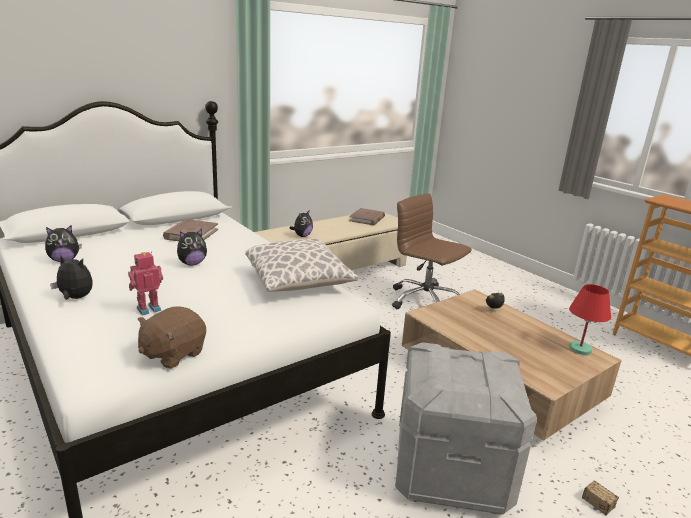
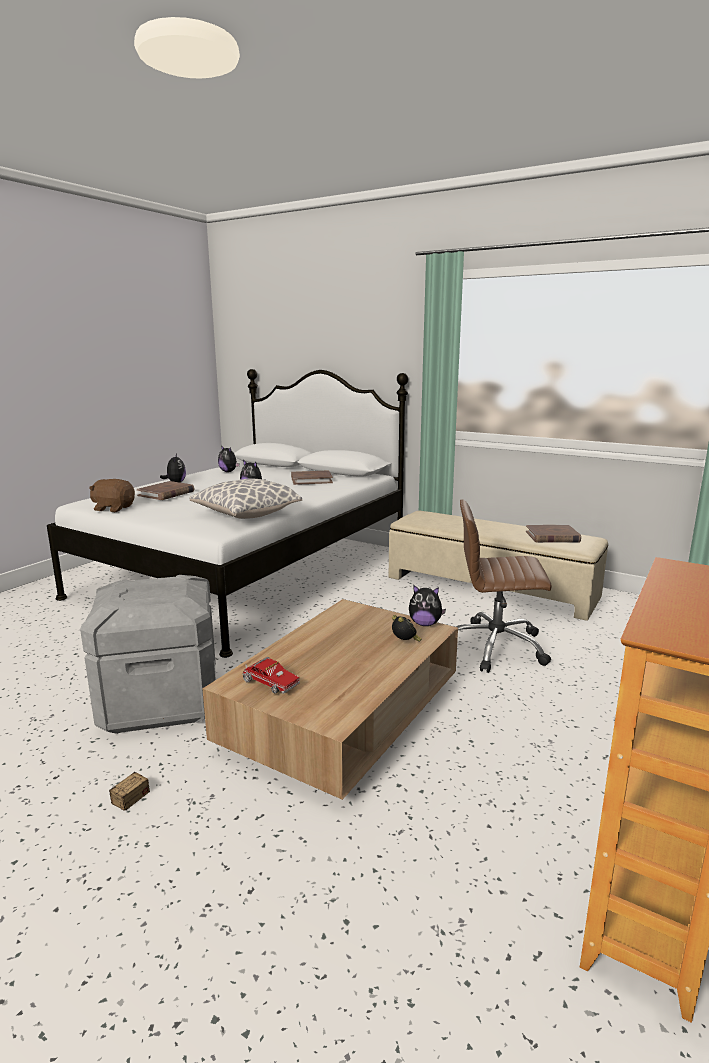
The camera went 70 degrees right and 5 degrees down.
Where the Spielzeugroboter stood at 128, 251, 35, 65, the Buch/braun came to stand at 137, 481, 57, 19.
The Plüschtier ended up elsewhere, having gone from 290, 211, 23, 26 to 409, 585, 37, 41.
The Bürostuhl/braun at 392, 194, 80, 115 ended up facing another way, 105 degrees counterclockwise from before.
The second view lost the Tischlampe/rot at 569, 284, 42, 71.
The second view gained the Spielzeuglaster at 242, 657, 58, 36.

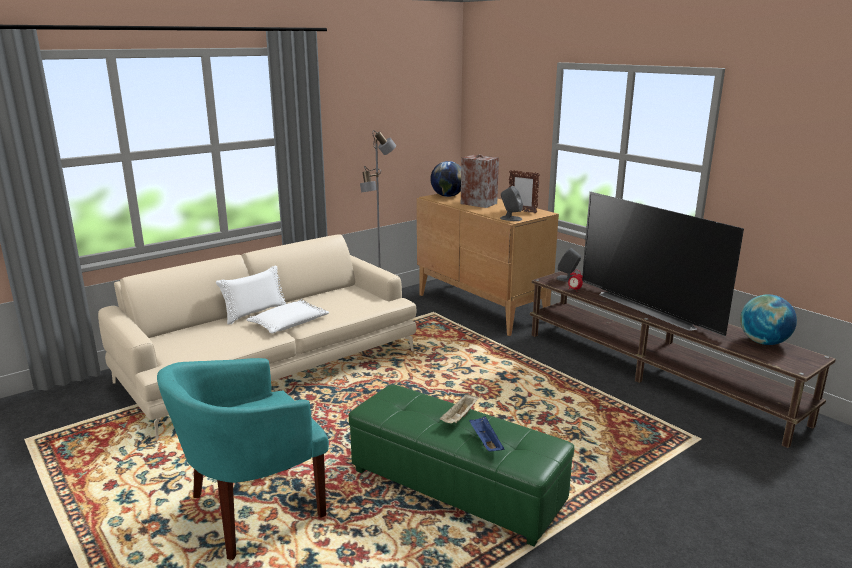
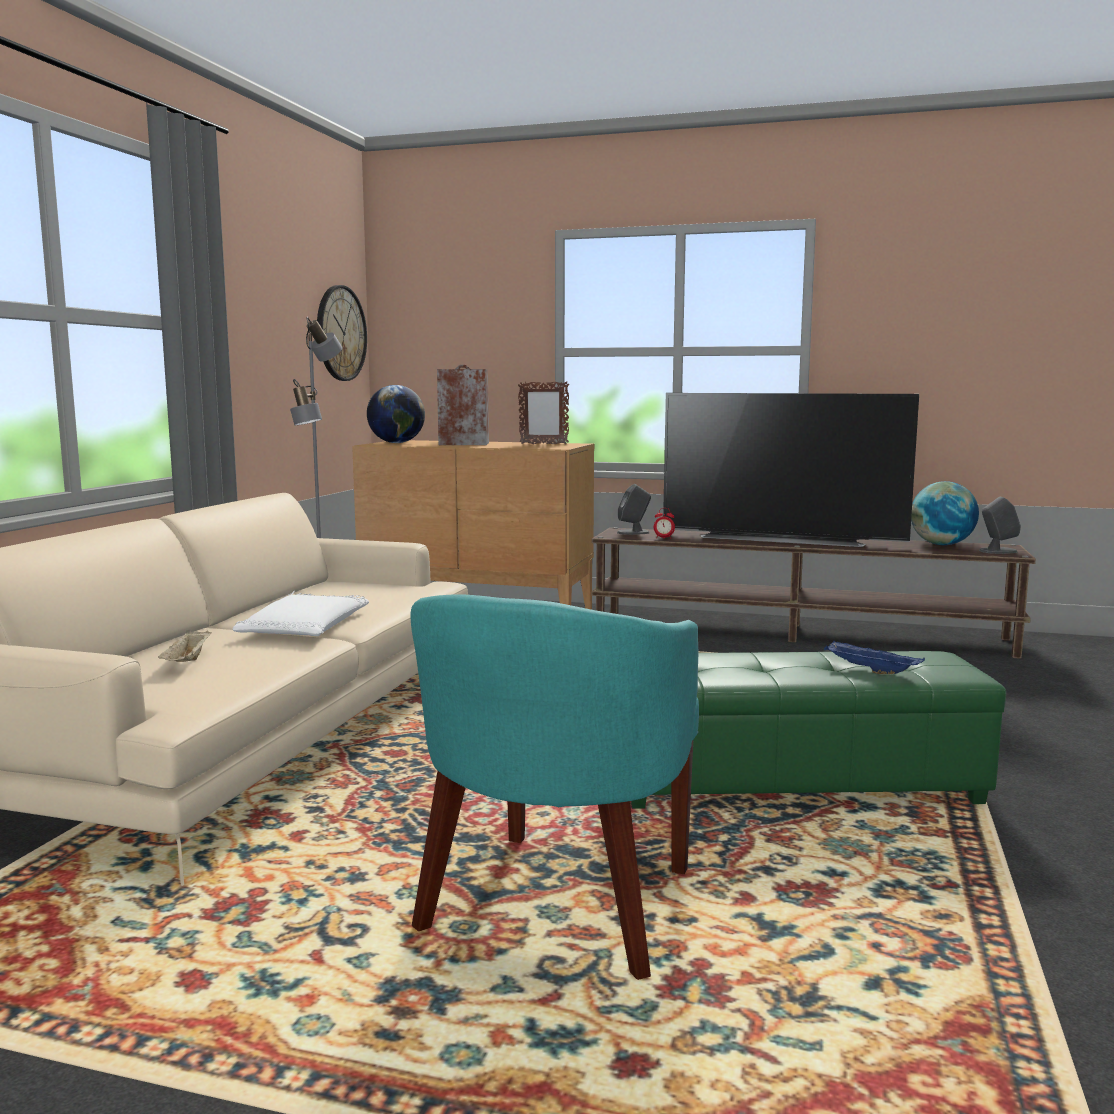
The camera went 35 degrees left and 10 degrees down.
The second view lost the Kissen/weiß at 216, 266, 70, 59.
The Tablett/beige ended up elsewhere, having gone from 440, 393, 38, 30 to 158, 630, 53, 32.
The Lautsprecher/grau ended up elsewhere, having gone from 500, 186, 23, 35 to 979, 497, 42, 57.
The second view gained the Wanduhr at 317, 285, 50, 96.

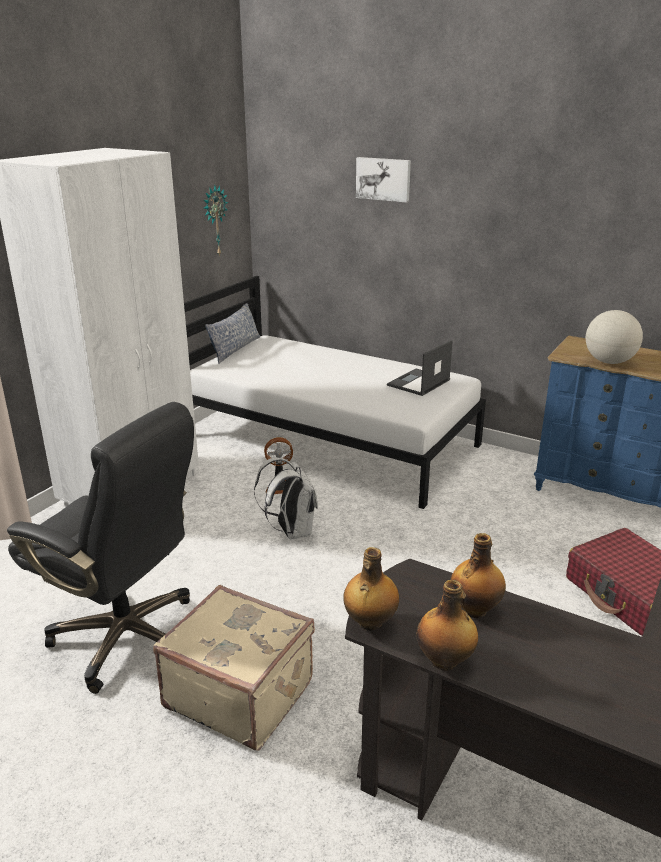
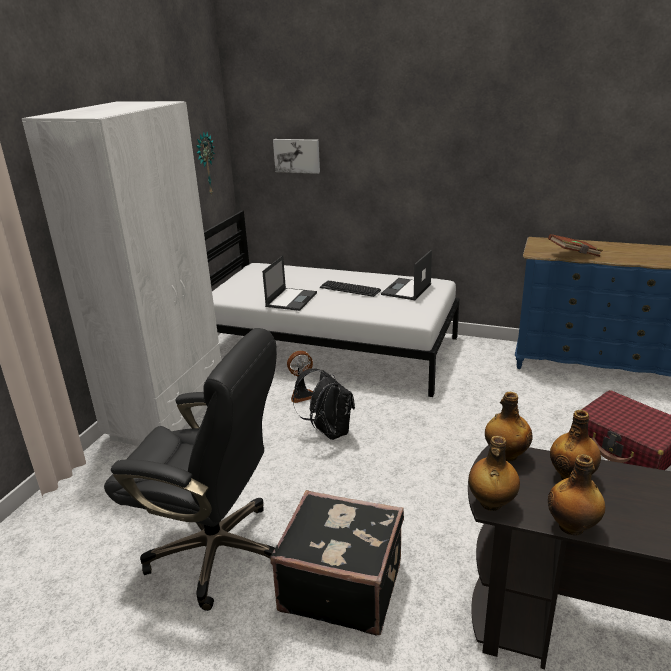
The camera went 10 degrees left and 0 degrees up.
What was the Koffer/beige at 153, 585, 162, 166 turned into the Koffer/schwarz at 270, 490, 134, 145.
The second view lost the Kissen at 205, 303, 56, 61.
What was the Rucksack/weiß at 254, 457, 64, 83 turned into the Rucksack/schwarz at 293, 369, 62, 71.
The Bild ended up elsewhere, having gone from 356, 157, 55, 46 to 273, 139, 47, 35.
Where the Globus stood at 586, 310, 57, 54, the Buch/braun came to stand at 548, 234, 55, 23.
The second view gained the Laptop at 262, 256, 55, 55.
The second view gained the Tastatur at 320, 280, 61, 17.
The second view gained the Flasche at 485, 392, 48, 70.

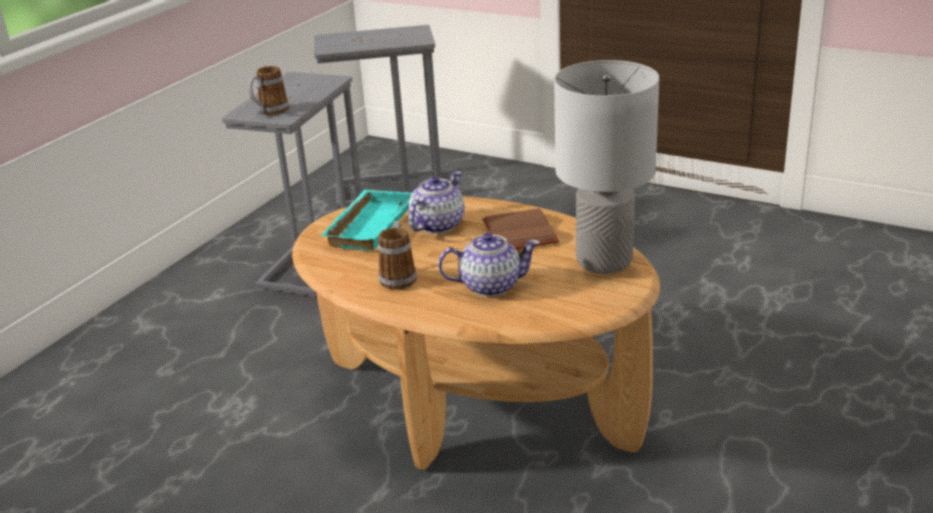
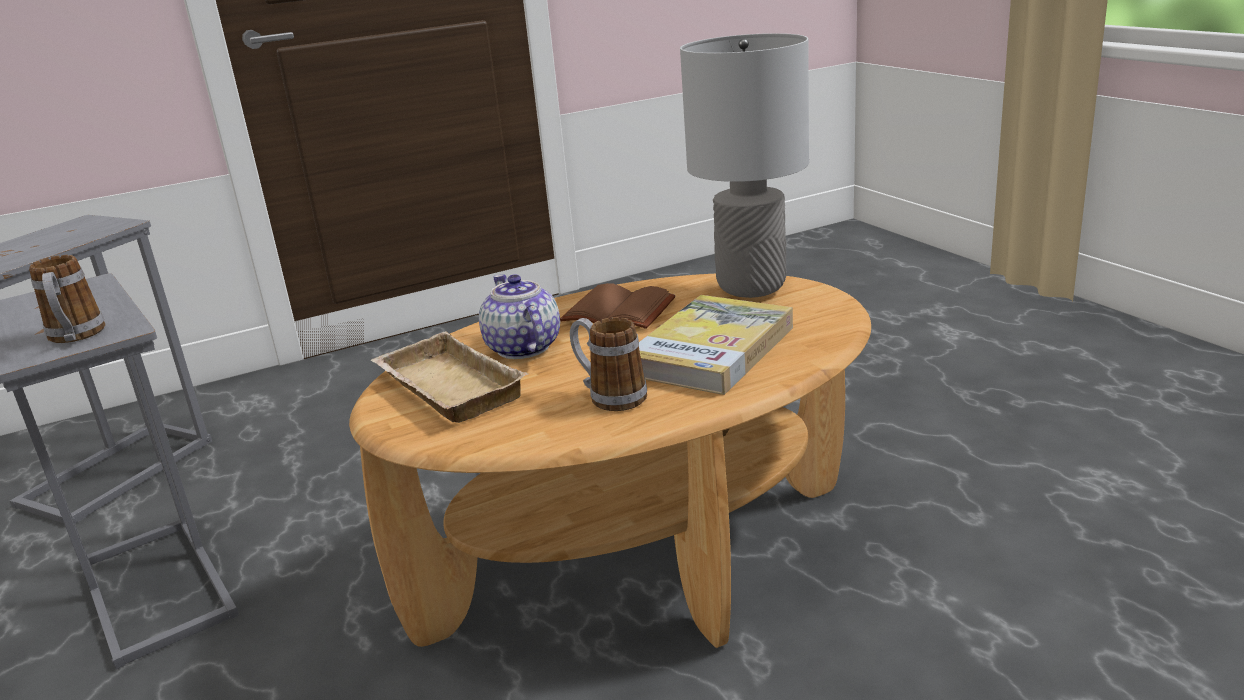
The camera went 55 degrees left and 5 degrees down.
What was the Tablett/türkis at 320, 190, 92, 61 turned into the Tablett/beige at 371, 331, 157, 92.
Where the Teekanne stood at 438, 232, 102, 65, the Buch came to stand at 639, 295, 154, 100.

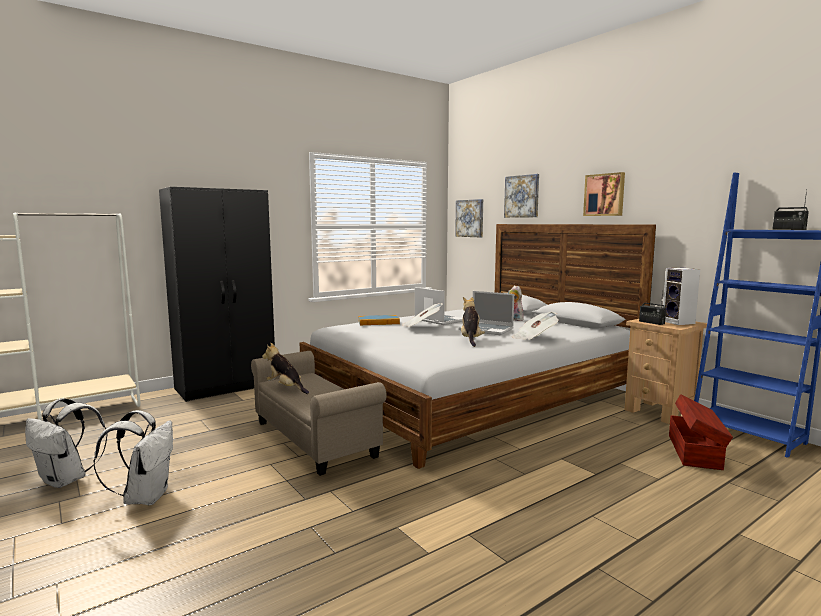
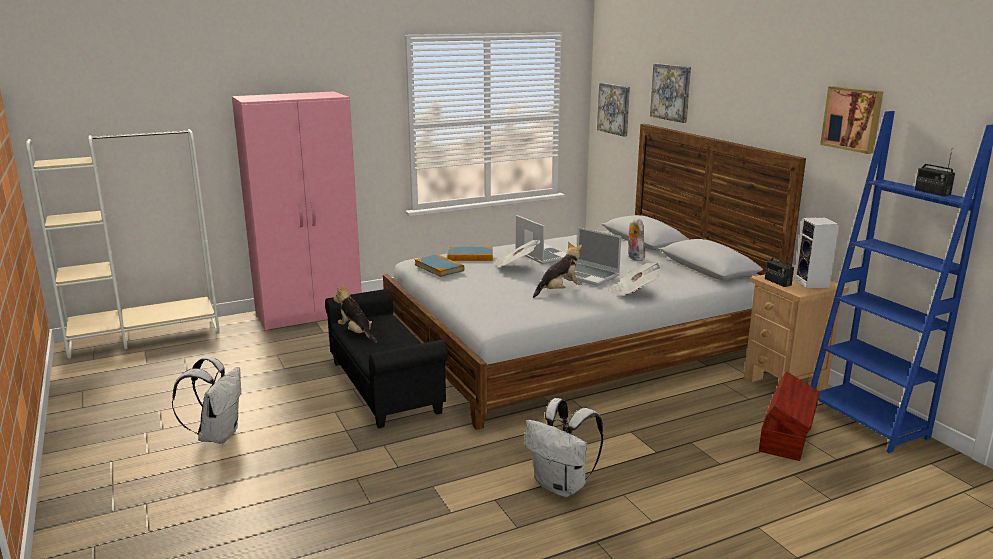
The camera went 10 degrees right and 10 degrees up.
The Rucksack/weiß ended up elsewhere, having gone from 25, 398, 83, 90 to 525, 398, 79, 99.
What was the Kleiderschrank/schwarz at 159, 187, 116, 215 turned into the Kleiderschrank/rosa at 232, 91, 130, 239.
What was the Polsterhocker/beige at 251, 351, 136, 125 turned into the Polsterhocker/schwarz at 325, 289, 123, 139.
The Plüschtier at 461, 297, 24, 50 ended up facing another way, 45 degrees clockwise from before.
The Bild ended up elsewhere, having gone from 583, 172, 42, 44 to 820, 86, 63, 68.
The second view gained the Buch at 414, 254, 51, 23.

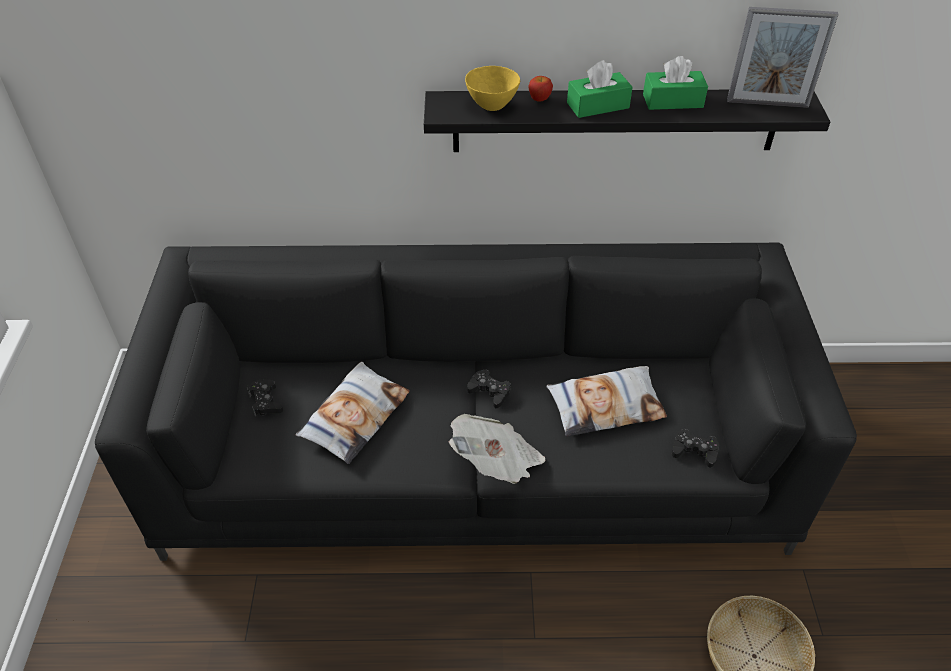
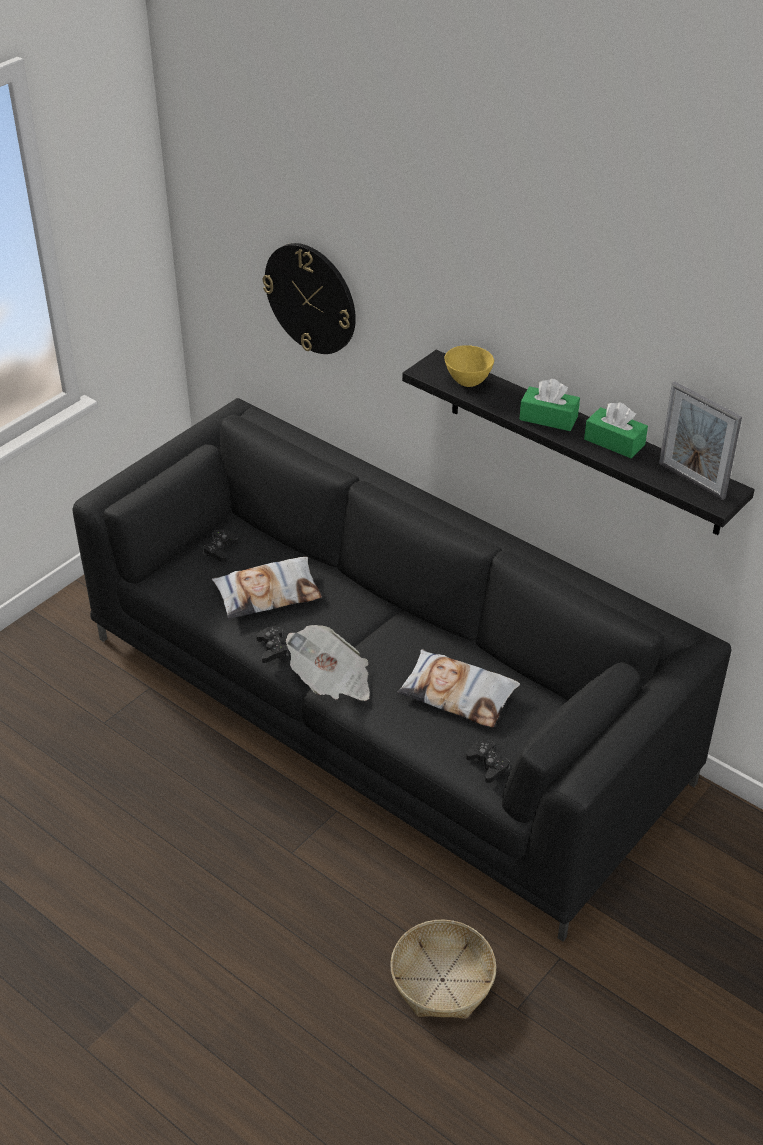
The camera went 40 degrees right and 5 degrees down.
The Gamepad/schwarz ended up elsewhere, having gone from 467, 369, 44, 39 to 256, 626, 33, 37.
The second view lost the Apfel at 529, 76, 24, 26.
The second view gained the Wanduhr at 263, 243, 93, 111.

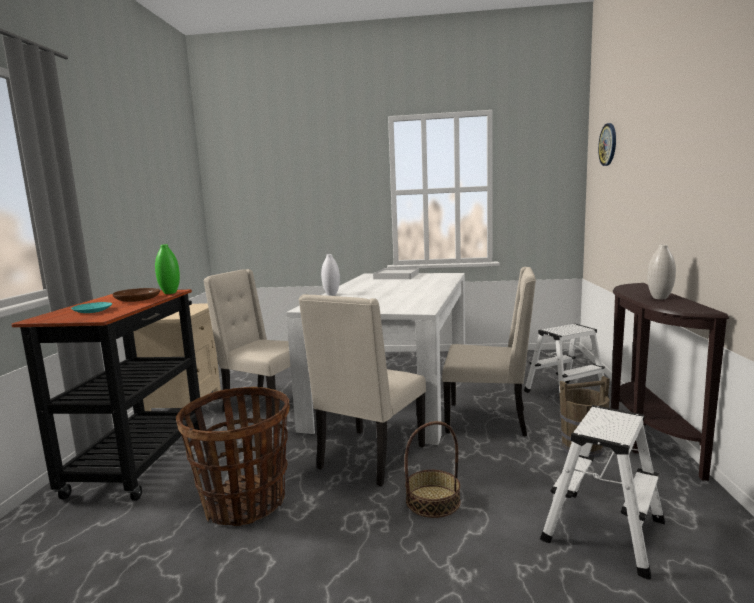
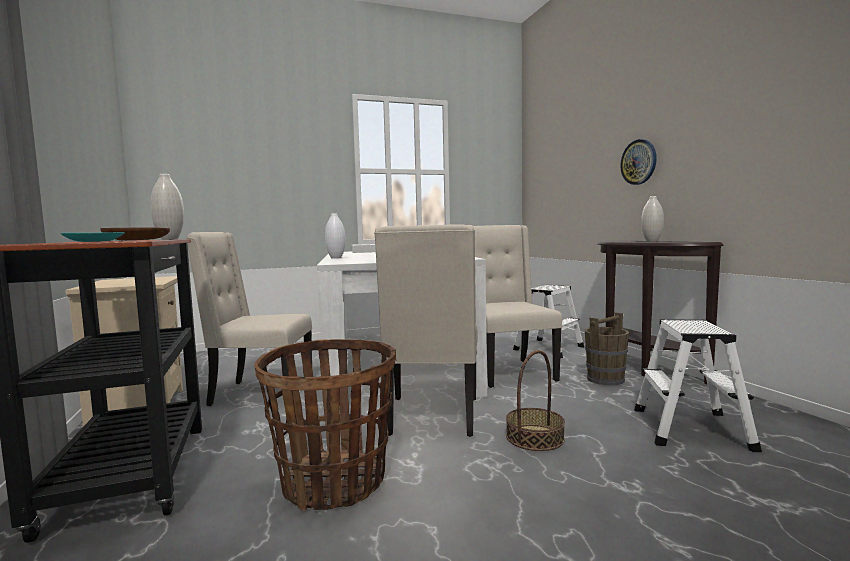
The camera went 25 degrees left and 5 degrees down.
What was the Vase/grün at 155, 244, 25, 50 turned into the Vase/weiß at 150, 174, 34, 65.
The Stuhl/beige at 442, 267, 94, 169 ended up facing another way, 90 degrees counterclockwise from before.
The Wanduhr ended up elsewhere, having gone from 598, 123, 18, 43 to 620, 139, 37, 46.

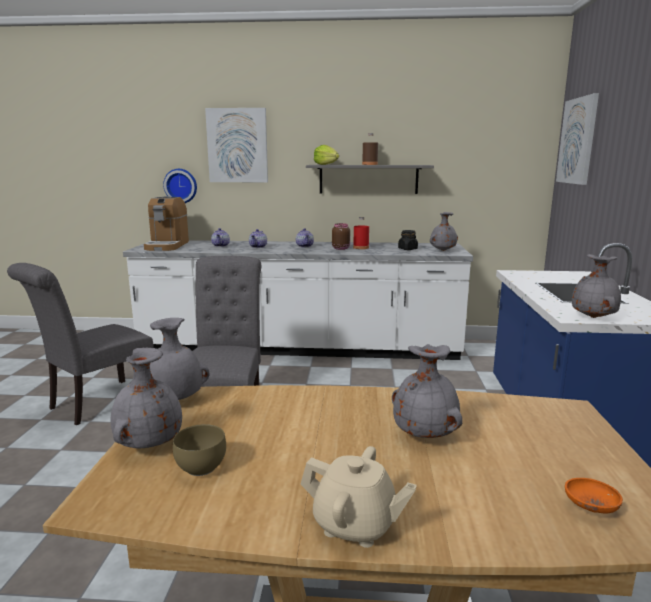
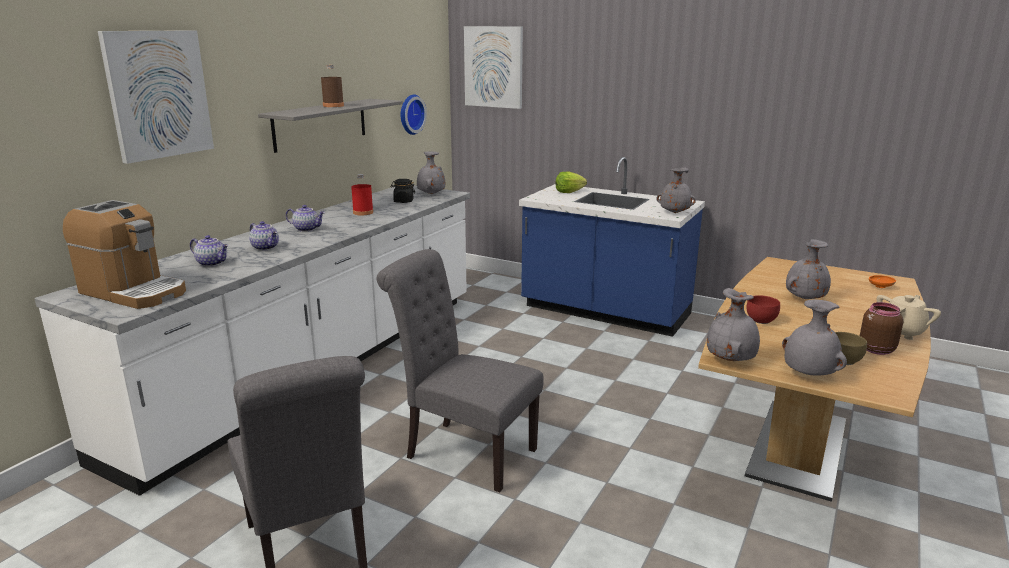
The camera went 65 degrees left and 5 degrees up.
The Wanduhr ended up elsewhere, having gone from 163, 169, 34, 34 to 401, 95, 26, 40.
The Salatkopf ended up elsewhere, having gone from 314, 145, 25, 20 to 556, 172, 31, 21.
The Vorratsglas/braun ended up elsewhere, having gone from 332, 223, 18, 27 to 860, 302, 43, 53.
The second view gained the Schüssel/rot at 746, 295, 34, 29.

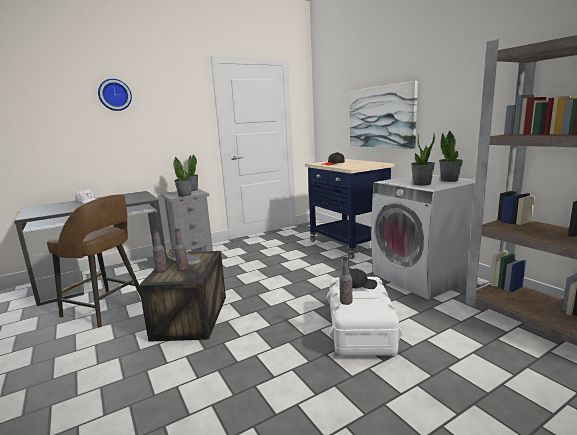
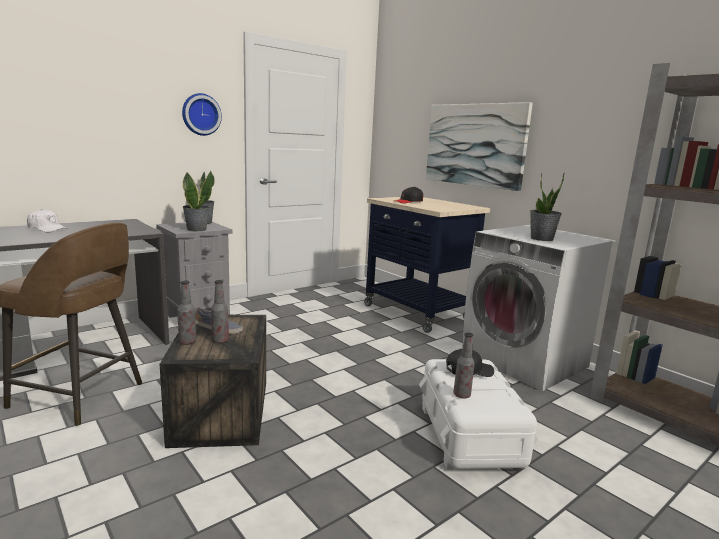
The camera went 10 degrees left and 0 degrees up.
The Wanduhr ended up elsewhere, having gone from 98, 79, 34, 32 to 182, 93, 40, 43.
The second view lost the Topfpflanze at 439, 130, 24, 52.

